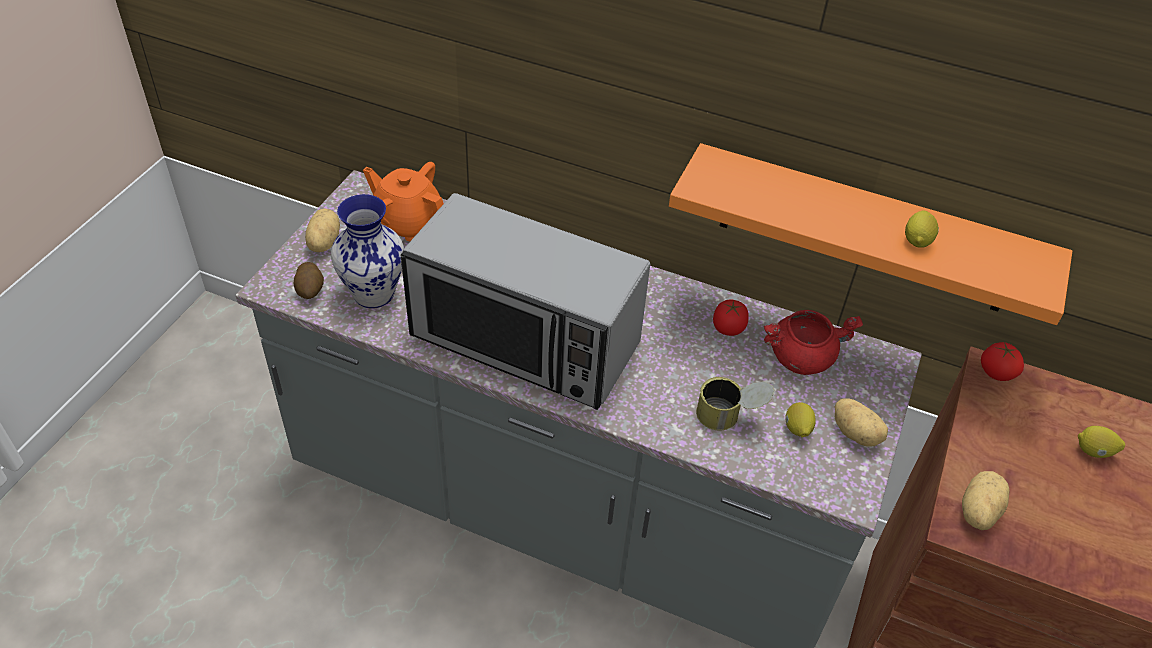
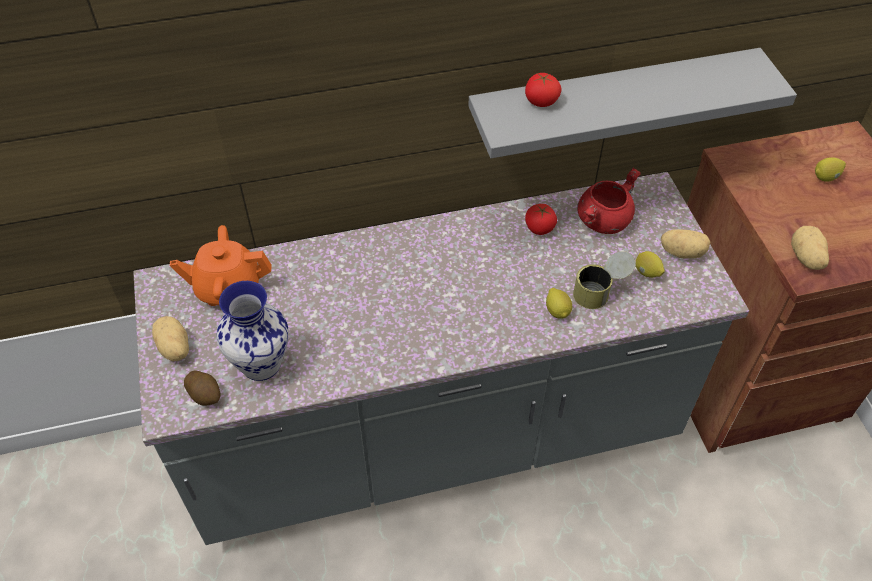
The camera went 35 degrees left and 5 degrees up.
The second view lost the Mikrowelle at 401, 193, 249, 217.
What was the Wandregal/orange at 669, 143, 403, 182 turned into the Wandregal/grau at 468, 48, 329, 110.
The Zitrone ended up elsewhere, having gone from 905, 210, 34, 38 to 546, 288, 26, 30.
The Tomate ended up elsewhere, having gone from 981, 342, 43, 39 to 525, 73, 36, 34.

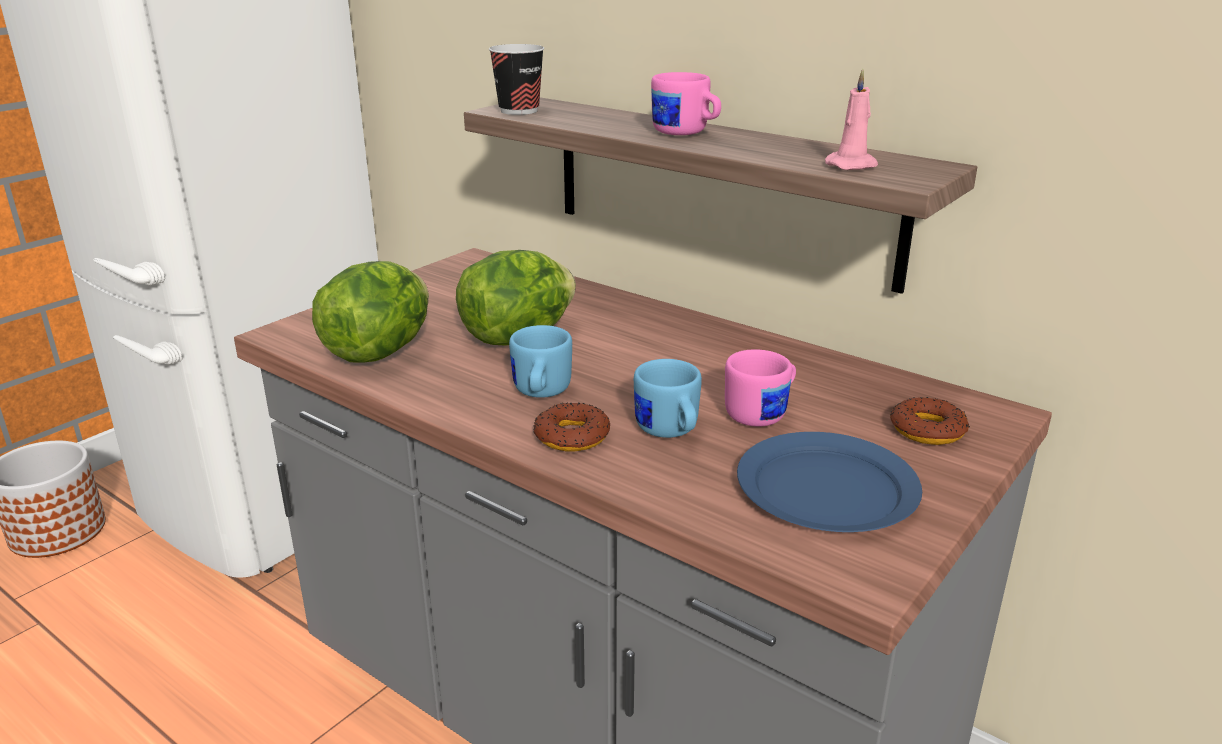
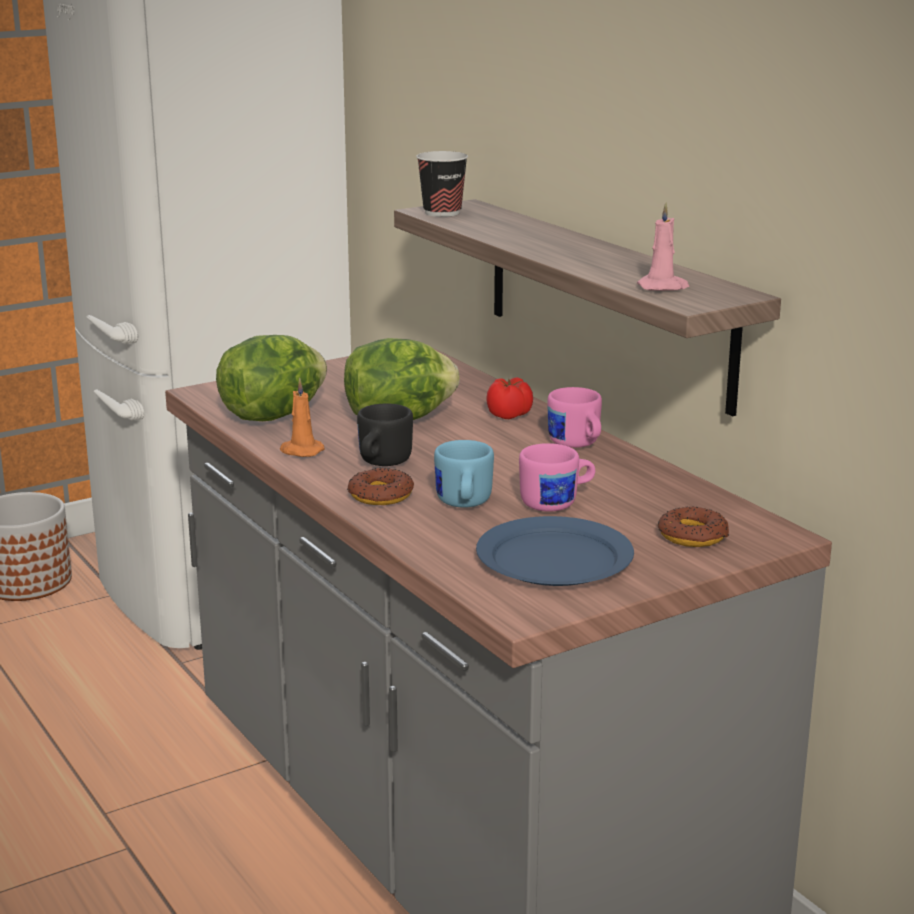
The camera went 20 degrees right and 5 degrees down.
What was the Henkelbecher/blau at 509, 325, 63, 73 turned into the Henkelbecher/schwarz at 357, 403, 56, 63.
The Henkelbecher/rosa ended up elsewhere, having gone from 651, 72, 70, 63 to 547, 387, 55, 61.
The second view gained the Kerze/orange at 280, 378, 45, 79.
The second view gained the Tomate at 486, 377, 47, 42.

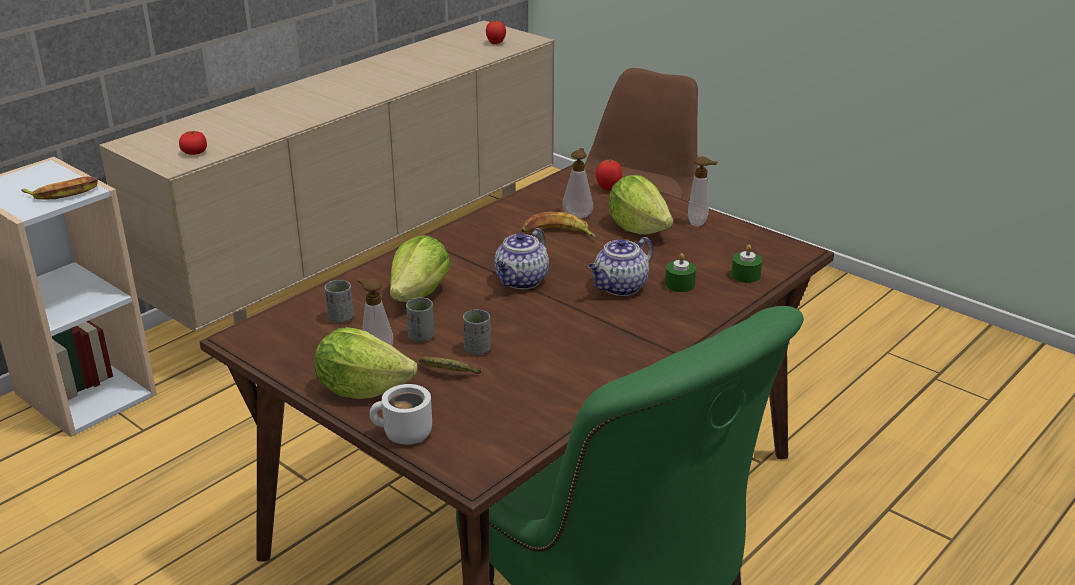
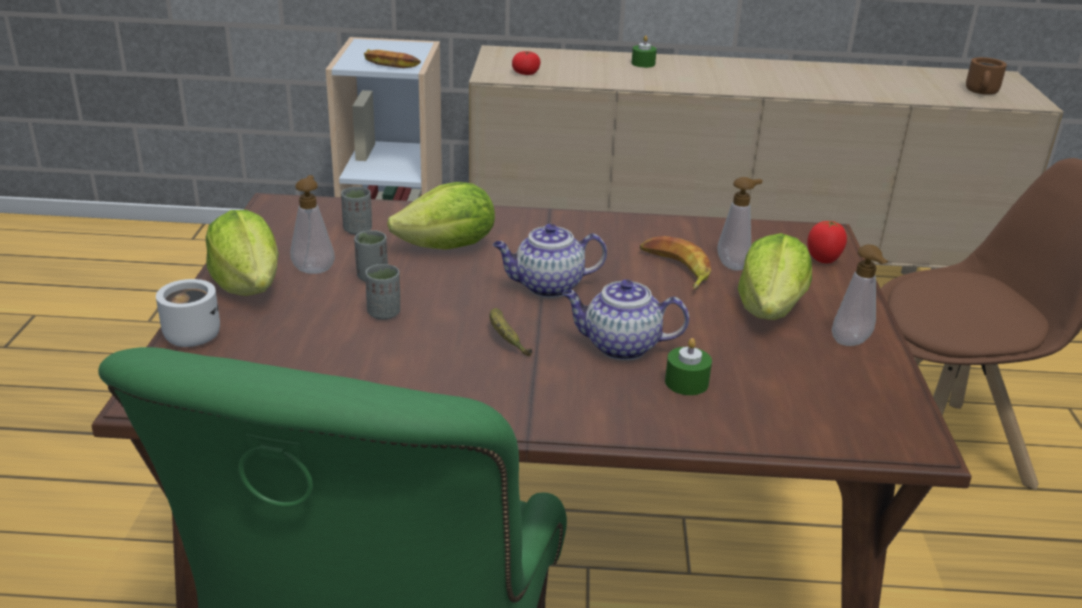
The camera went 50 degrees right and 0 degrees up.
The Banane ended up elsewhere, having gone from 418, 356, 64, 18 to 490, 308, 42, 49.
Where the Tomate stood at 486, 21, 20, 23, the Henkelbecher/braun came to stand at 966, 57, 41, 38.
The Kerze/grün ended up elsewhere, having gone from 731, 245, 31, 38 to 631, 35, 26, 33.

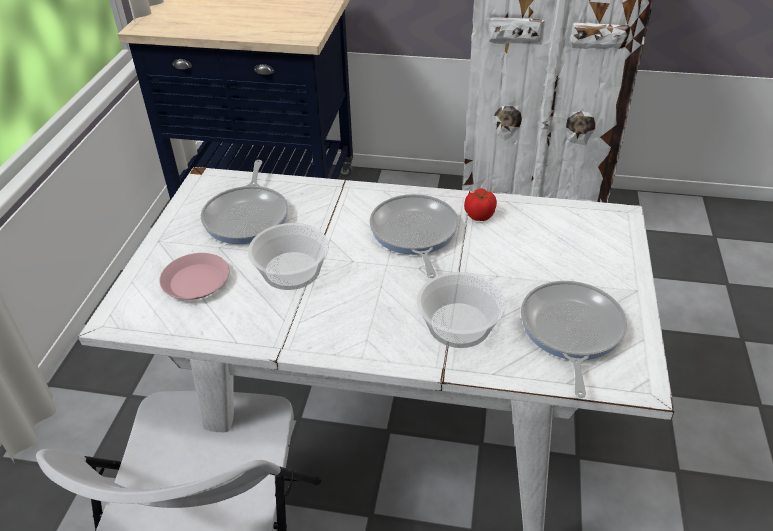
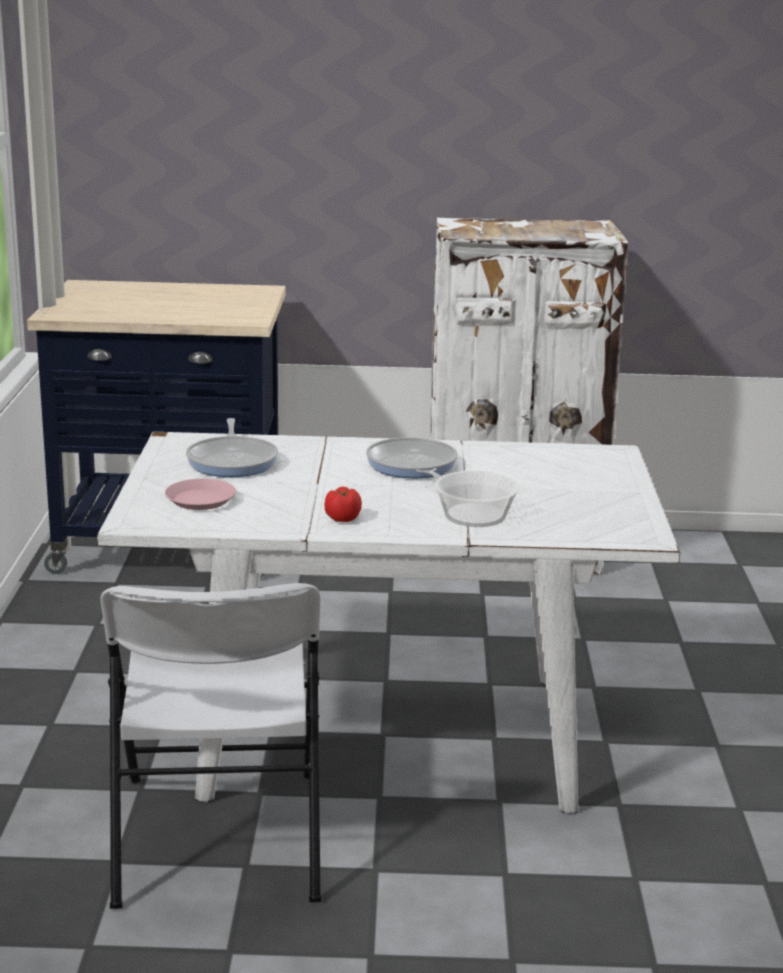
The camera went 10 degrees left and 20 degrees down.
The second view lost the Schüssel at 248, 223, 81, 67.
The Tomate ended up elsewhere, having gone from 464, 188, 33, 33 to 324, 487, 38, 35.
The second view lost the Pfanne at 521, 281, 106, 117.

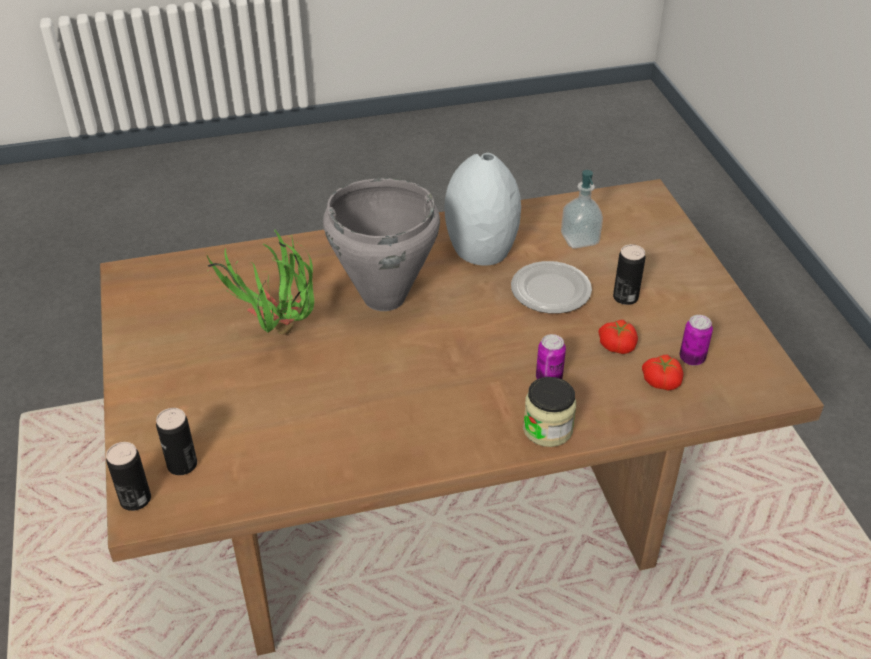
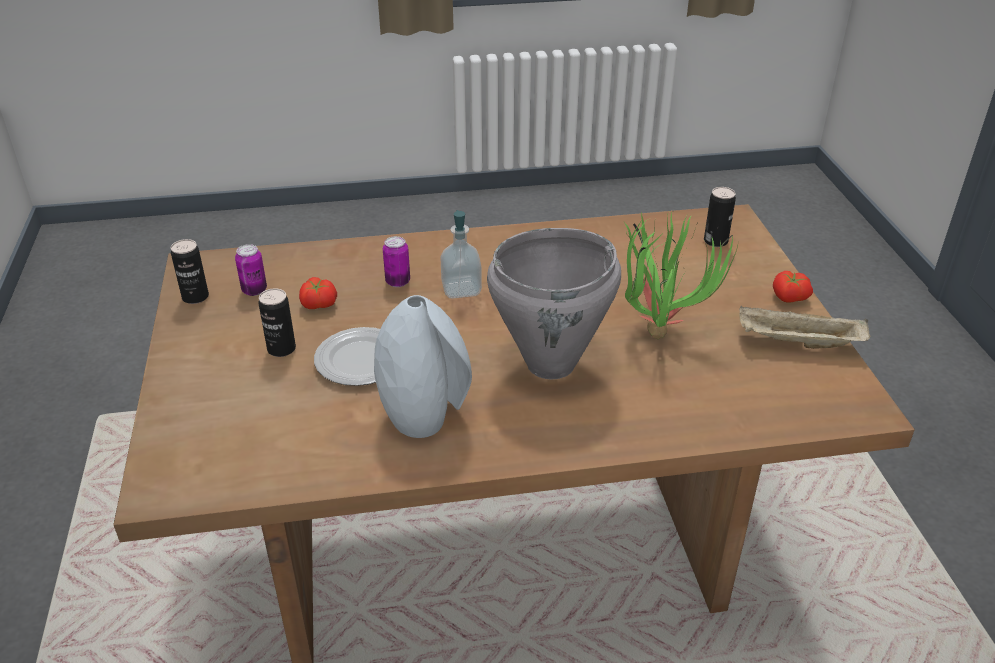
The camera went 175 degrees left and 5 degrees down.
The Dose ended up elsewhere, having gone from 106, 442, 45, 69 to 171, 239, 38, 65.
The second view lost the Vorratsglas at 523, 377, 53, 70.
The Seifenspender ended up elsewhere, having gone from 561, 170, 42, 79 to 440, 210, 42, 89.
The Tomate ended up elsewhere, having gone from 642, 355, 42, 36 to 773, 271, 40, 32.
The second view gained the Tablett/beige at 739, 305, 131, 44.

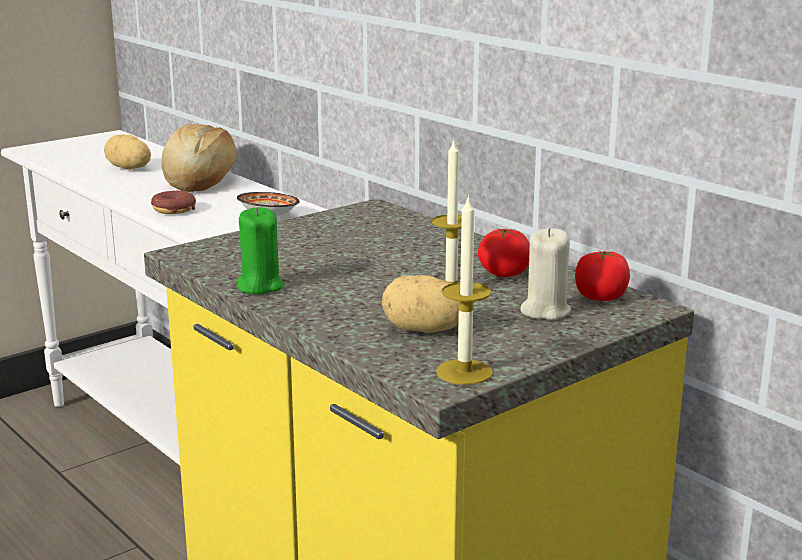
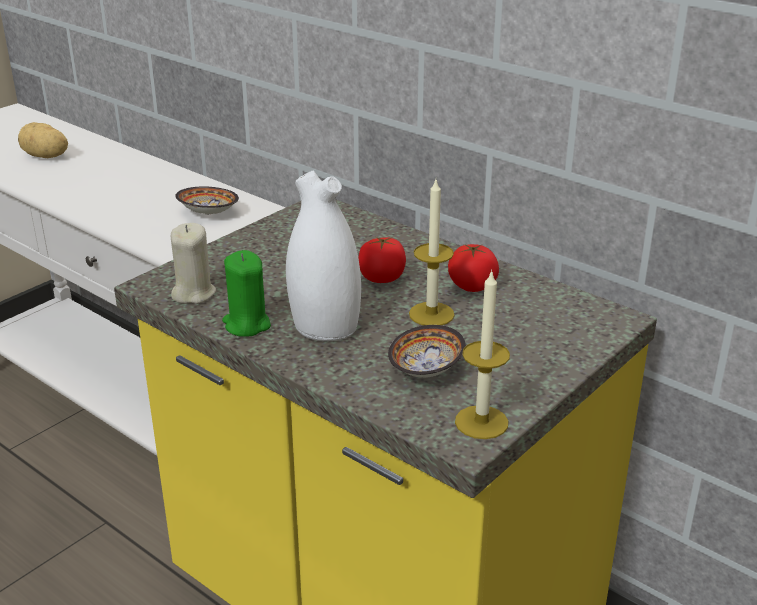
The camera went 10 degrees left and 10 degrees up.
The second view lost the Donut at 151, 190, 45, 24.
The second view lost the Brot at 162, 123, 75, 69.
Where the Kartoffel stood at 382, 275, 77, 57, the Schüssel came to stand at 388, 325, 78, 53.
The Kerze/beige ended up elsewhere, having gone from 520, 228, 51, 92 to 171, 223, 45, 81.
The Tomate ended up elsewhere, having gone from 575, 250, 55, 51 to 359, 237, 47, 46.
The second view gained the Vase/weiß at 286, 170, 75, 171.

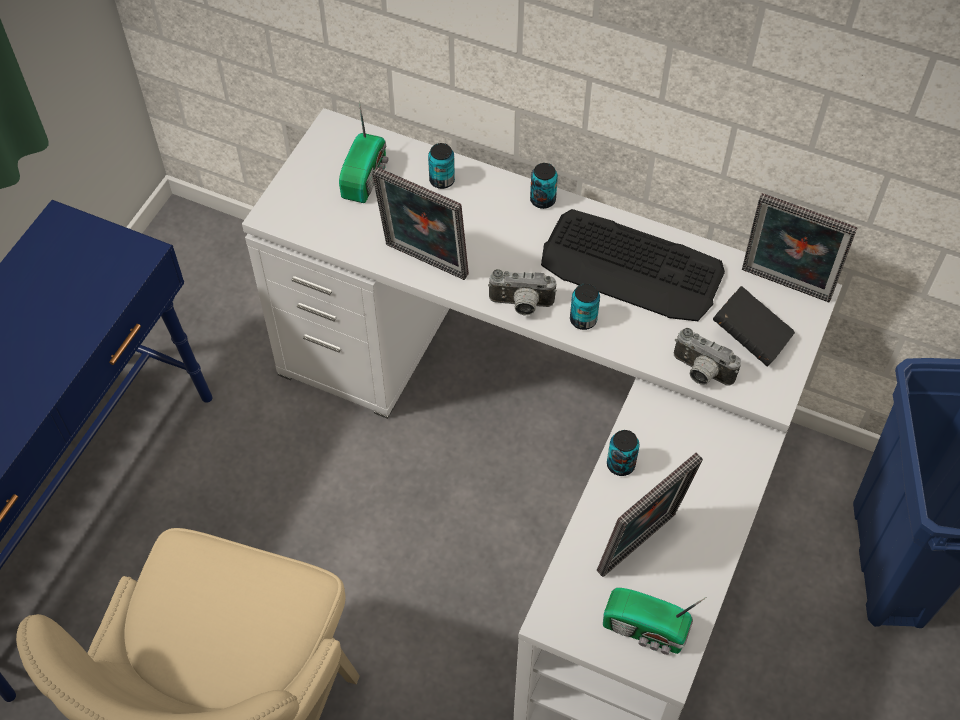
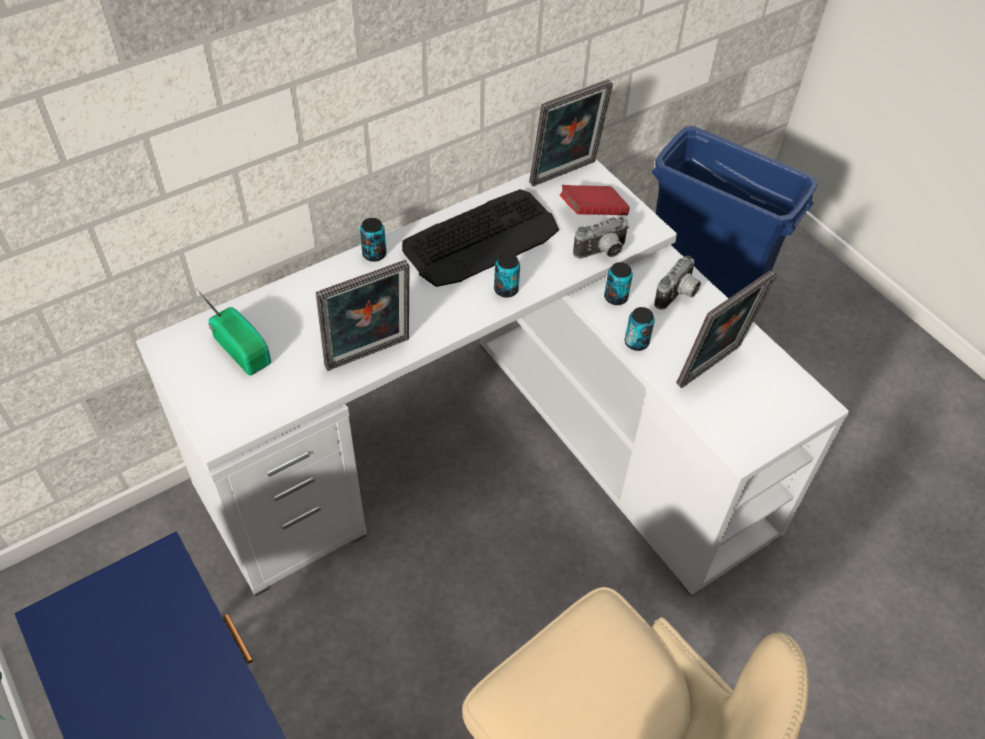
The camera went 60 degrees left and 5 degrees down.
The Dose ended up elsewhere, having gone from 428, 143, 27, 46 to 604, 262, 29, 43.
The Kamera ended up elsewhere, having gone from 488, 269, 69, 46 to 654, 256, 47, 54.
The Bilderrahmen at 597, 452, 106, 125 ended up facing another way, 60 degrees clockwise from before.
The second view lost the Radio at 603, 588, 104, 67.
What was the Buch/schwarz at 713, 286, 82, 80 turned into the Buch/rot at 560, 185, 70, 30.

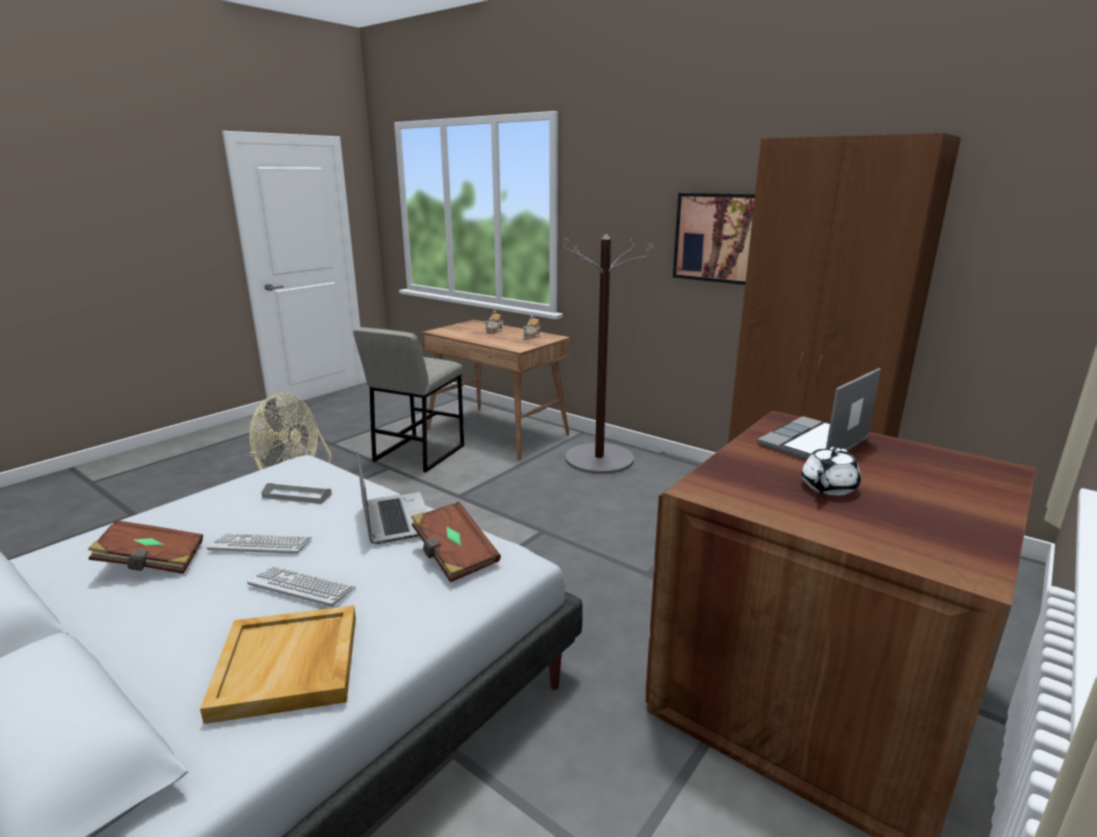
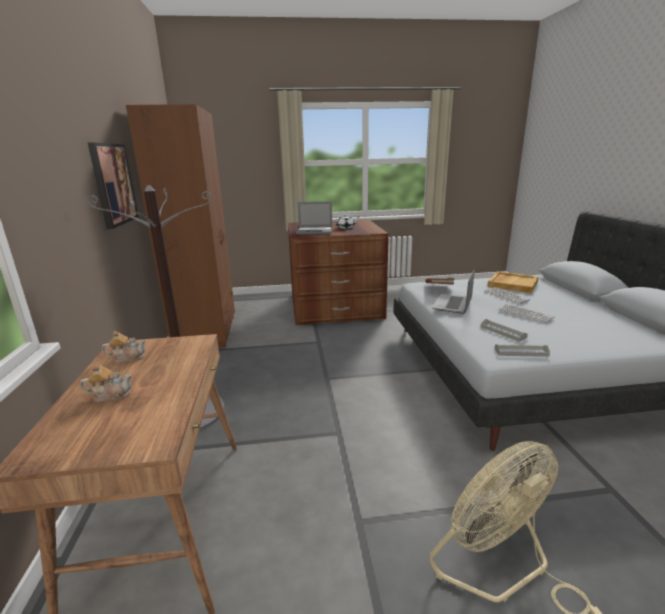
The camera went 135 degrees left and 0 degrees up.
The second view lost the Buch/braun at 88, 520, 115, 54.
The second view lost the Stuhl/grau at 353, 327, 111, 145.
The second view gained the Tablett/grau at 495, 344, 55, 13.

